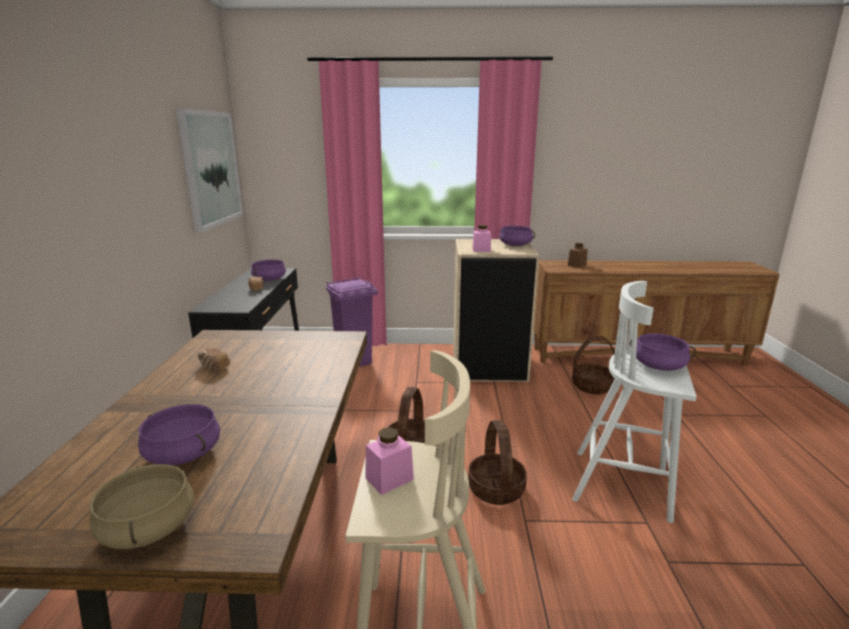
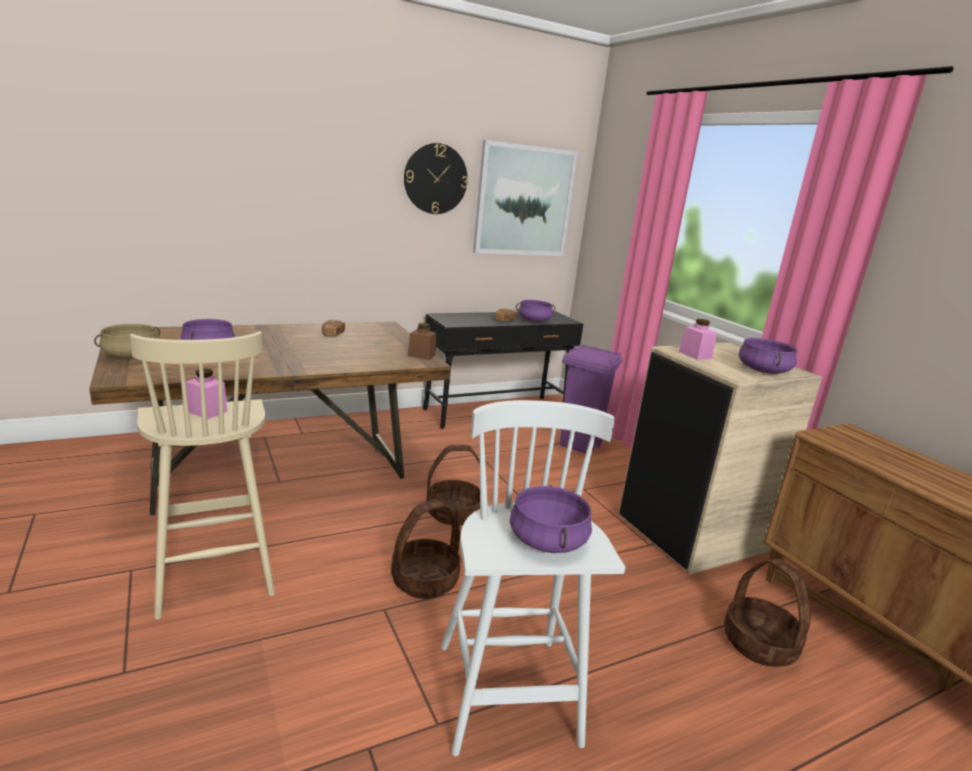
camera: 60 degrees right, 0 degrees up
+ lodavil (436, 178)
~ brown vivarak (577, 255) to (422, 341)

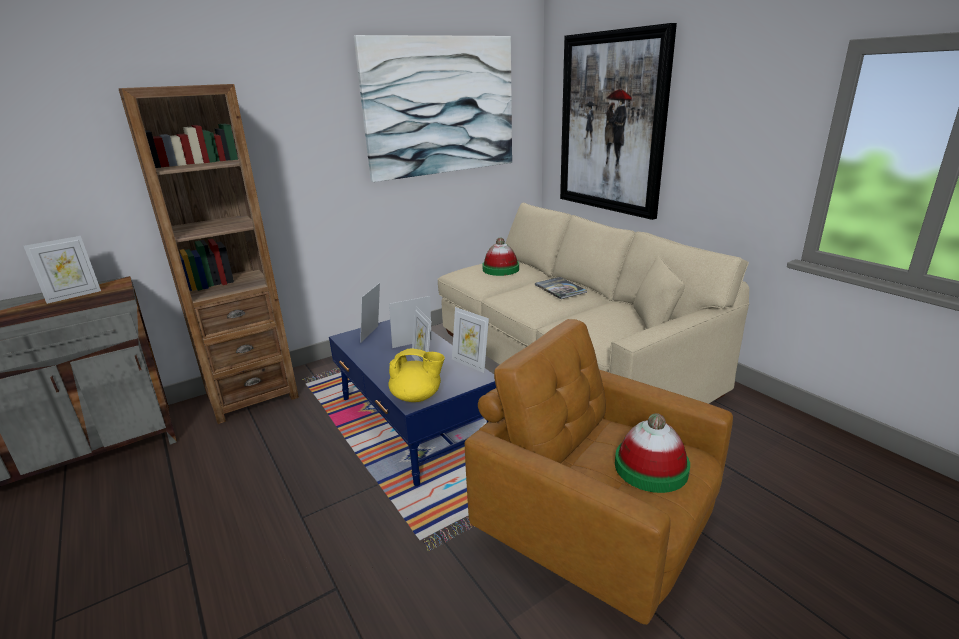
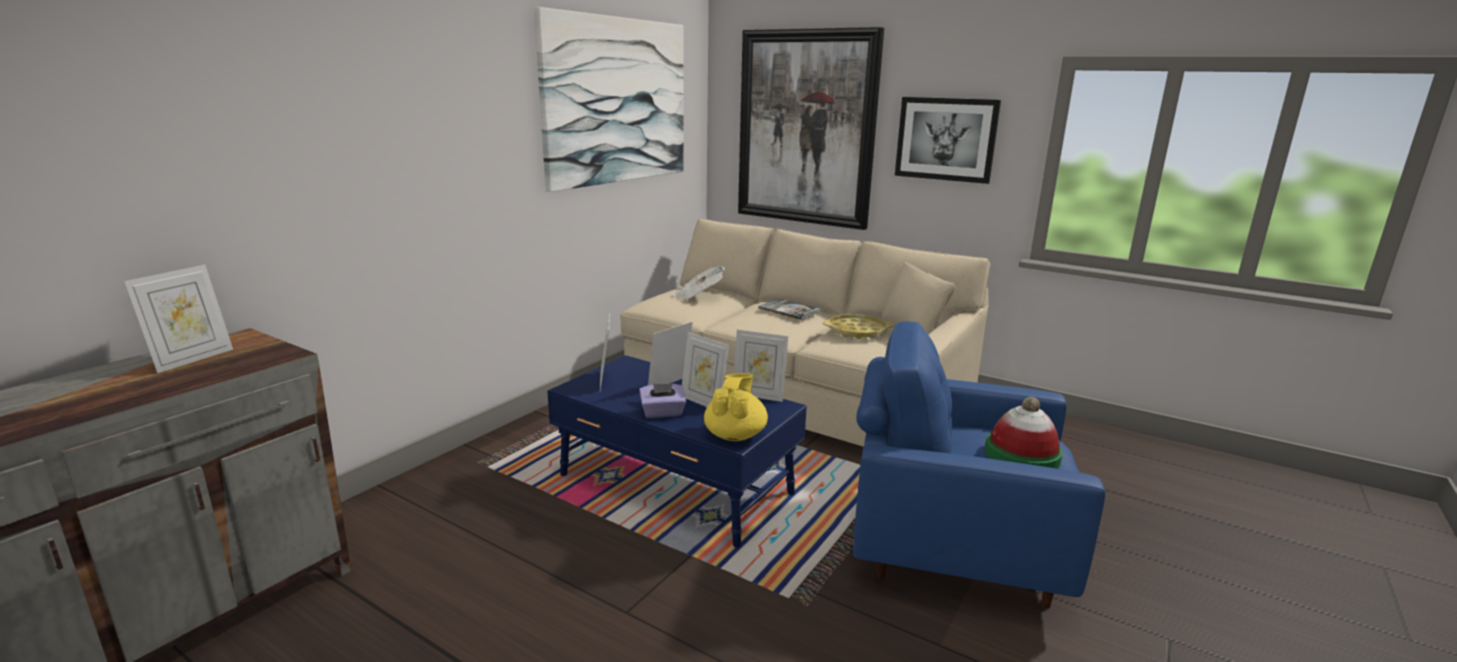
camera: 25 degrees left, 5 degrees down
+ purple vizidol (662, 400)
~ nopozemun (500, 256) to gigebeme (698, 283)
~ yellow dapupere (417, 375) = (736, 407) 60 degrees counterclockwise
+ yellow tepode (858, 326)
~ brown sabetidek (599, 472) to blue sabetidek (979, 465)
+ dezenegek (948, 140)
- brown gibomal (209, 254)

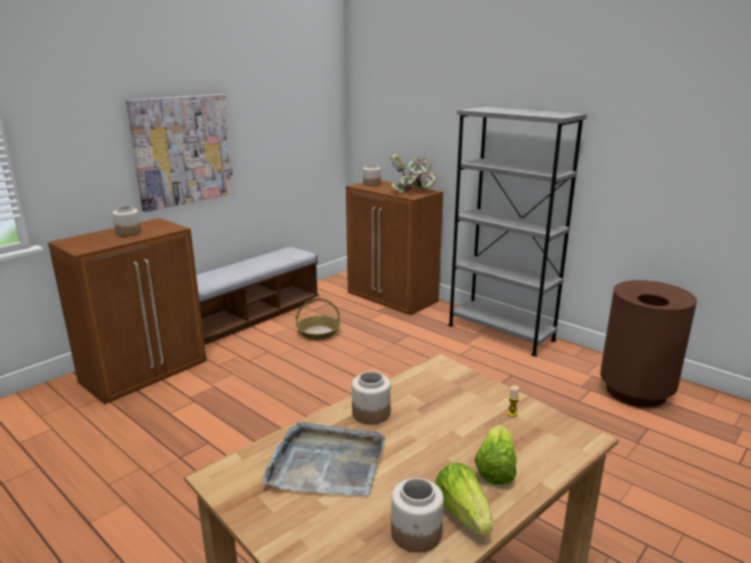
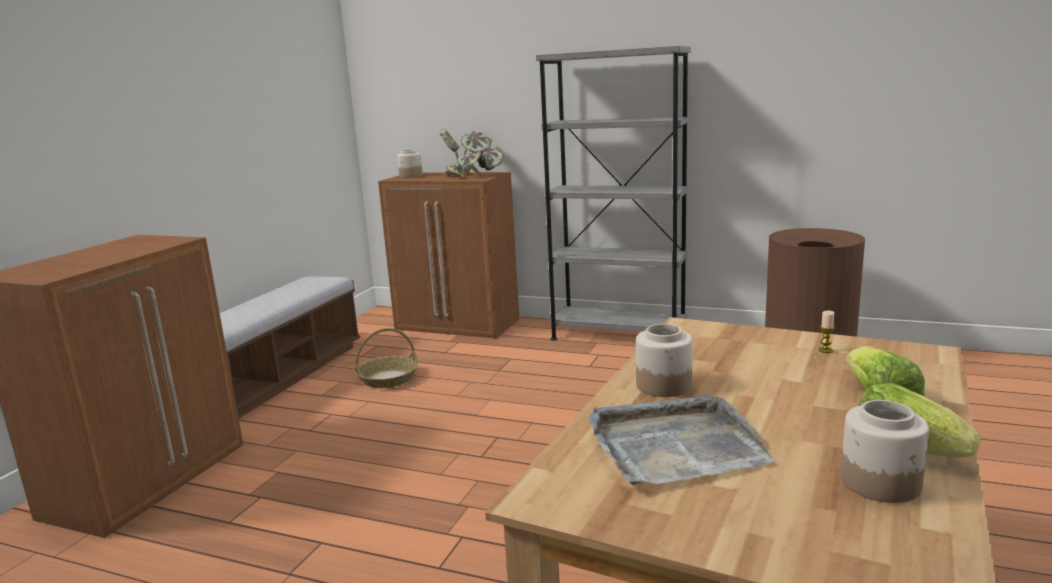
camera: 20 degrees left, 5 degrees down
- vivarak (126, 221)
- dezenegek (180, 153)

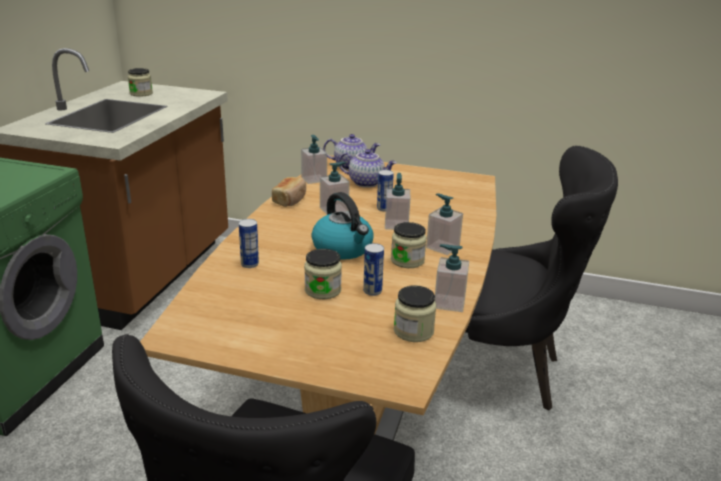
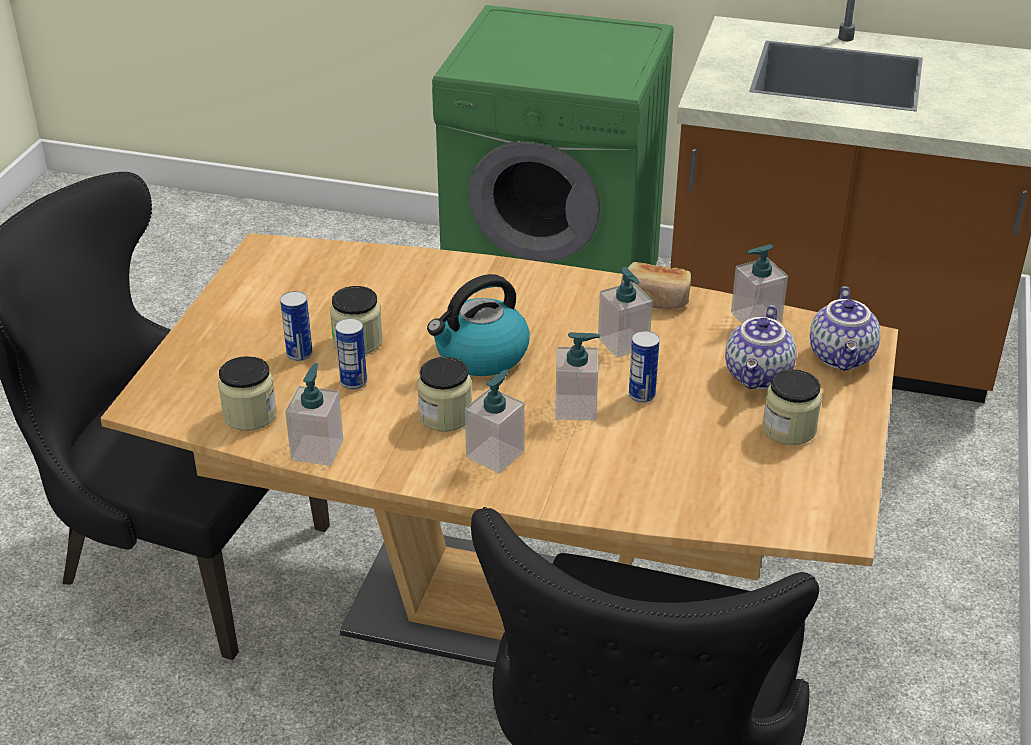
camera: 90 degrees right, 10 degrees up
~ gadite (249, 243) to (296, 326)
~ vivarak (140, 82) to (792, 407)

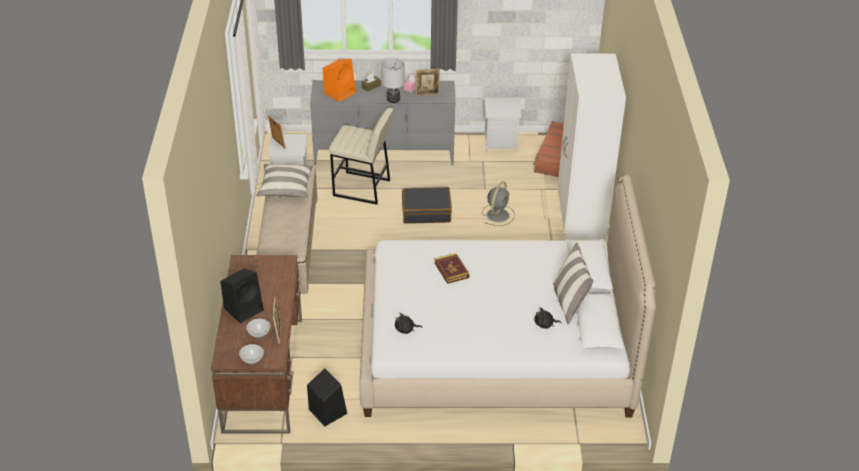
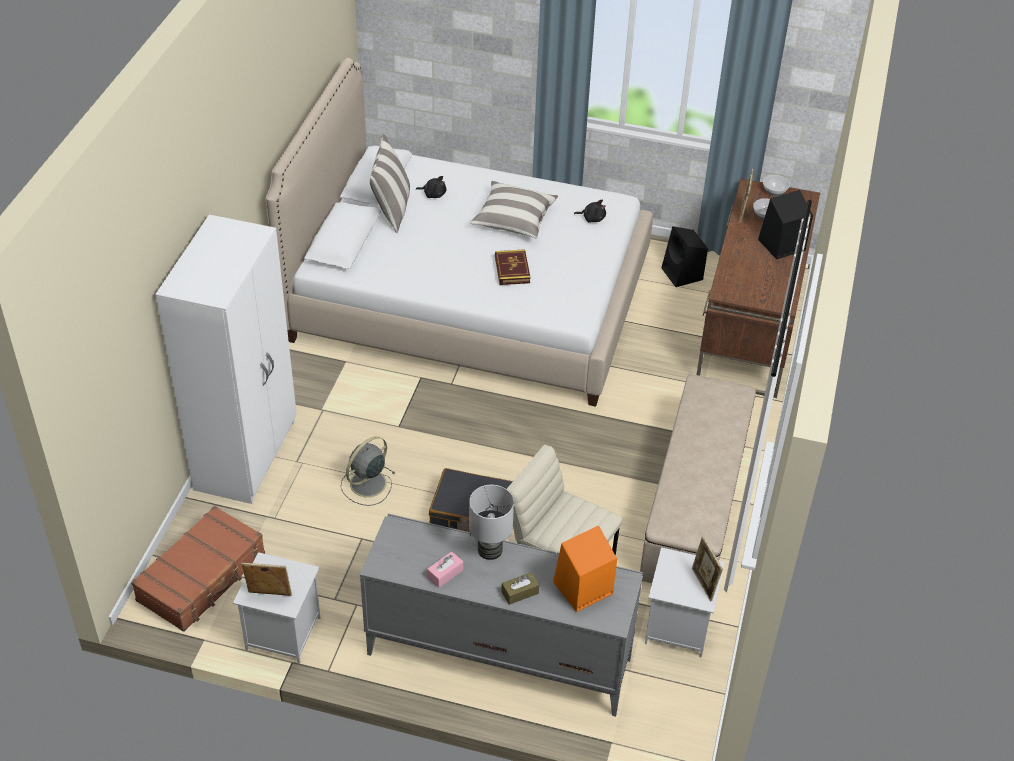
camera: 165 degrees left, 5 degrees up
~ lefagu (428, 82) to (266, 579)
~ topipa (284, 181) to (514, 210)

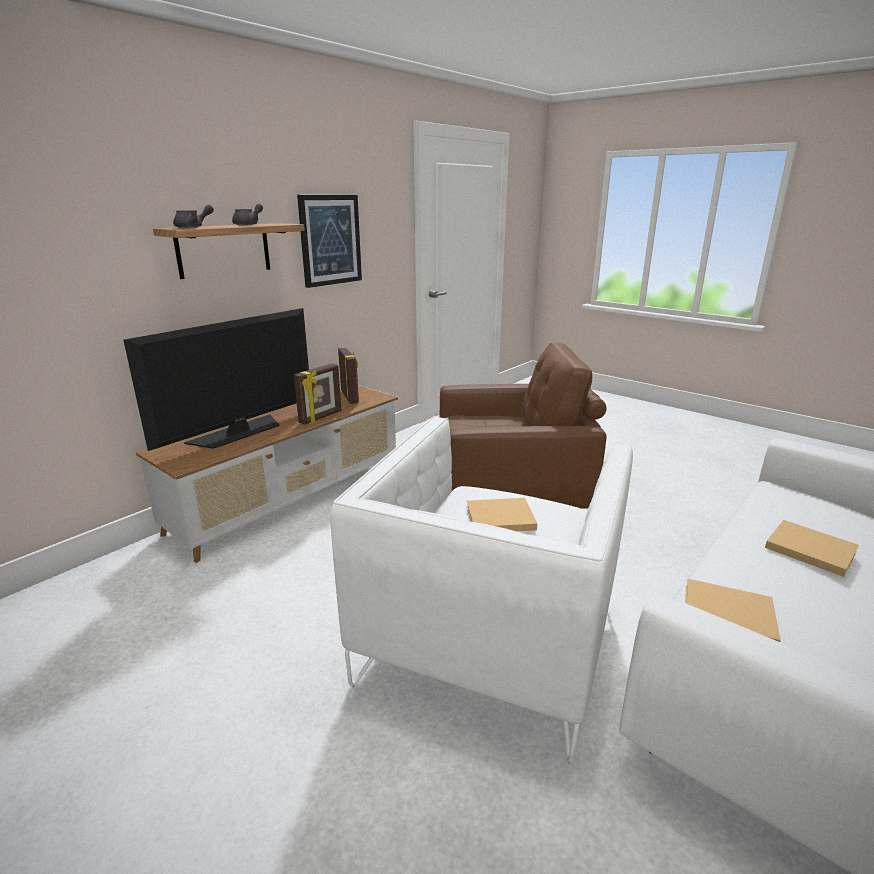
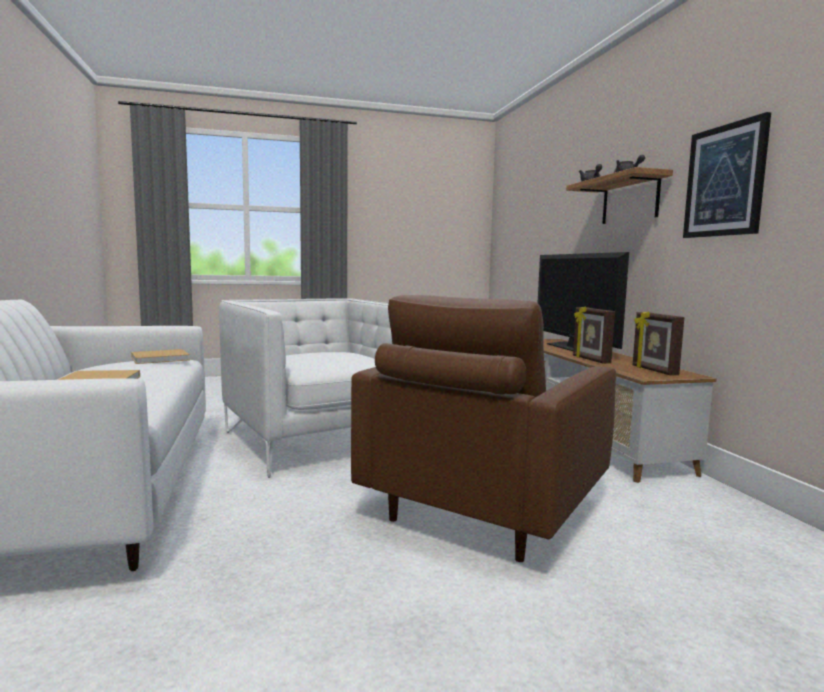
camera: 125 degrees right, 15 degrees down
~ lefagu (348, 376) = (658, 343) 60 degrees clockwise
- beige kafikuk (501, 514)

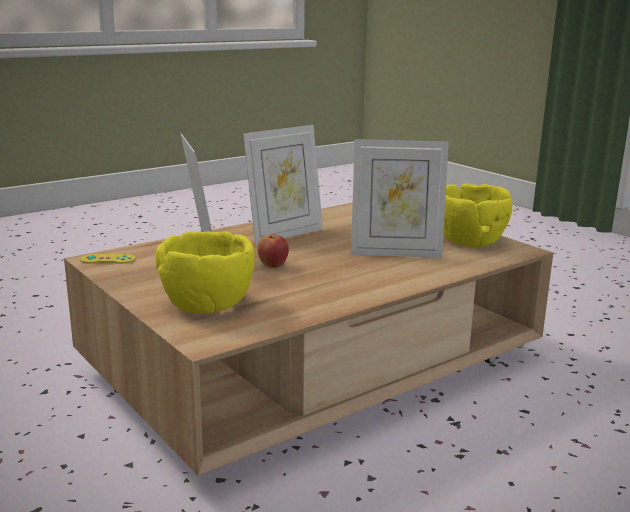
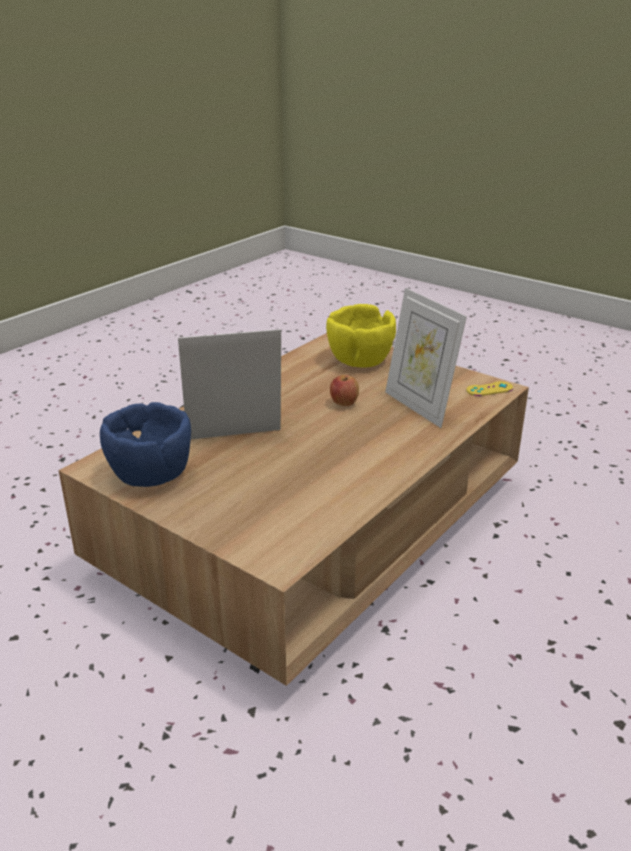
camera: 165 degrees right, 10 degrees up
~ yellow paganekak (477, 215) to blue paganekak (145, 444)
- lefagu (283, 185)

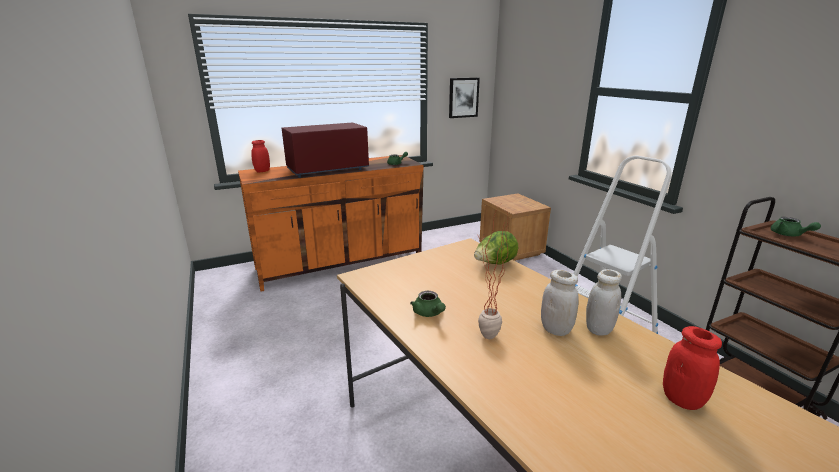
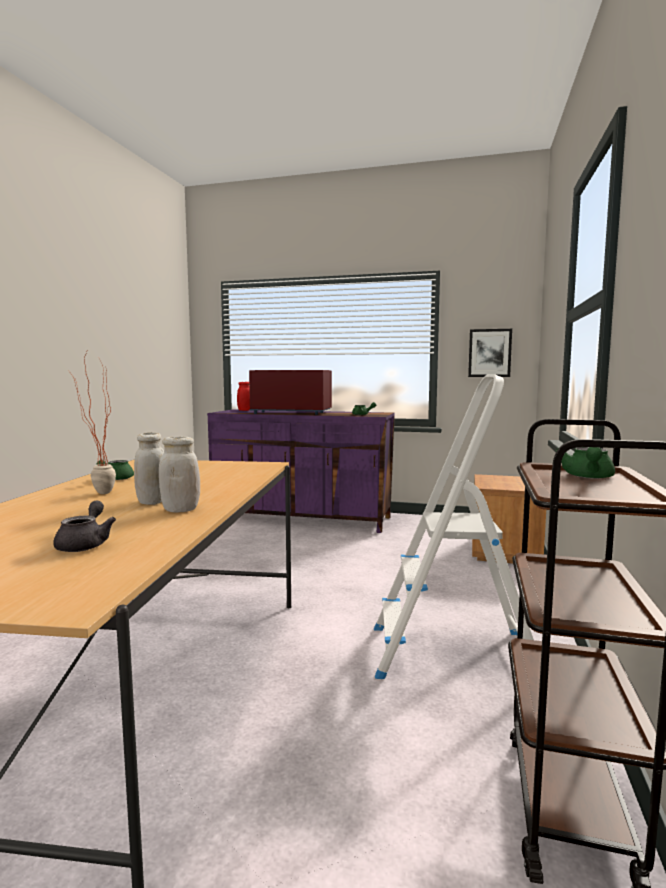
camera: 40 degrees right, 15 degrees down
~ red vivarak (692, 368) to grey dapupere (84, 526)
~ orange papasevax (331, 223) to purple papasevax (301, 471)
- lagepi (496, 248)

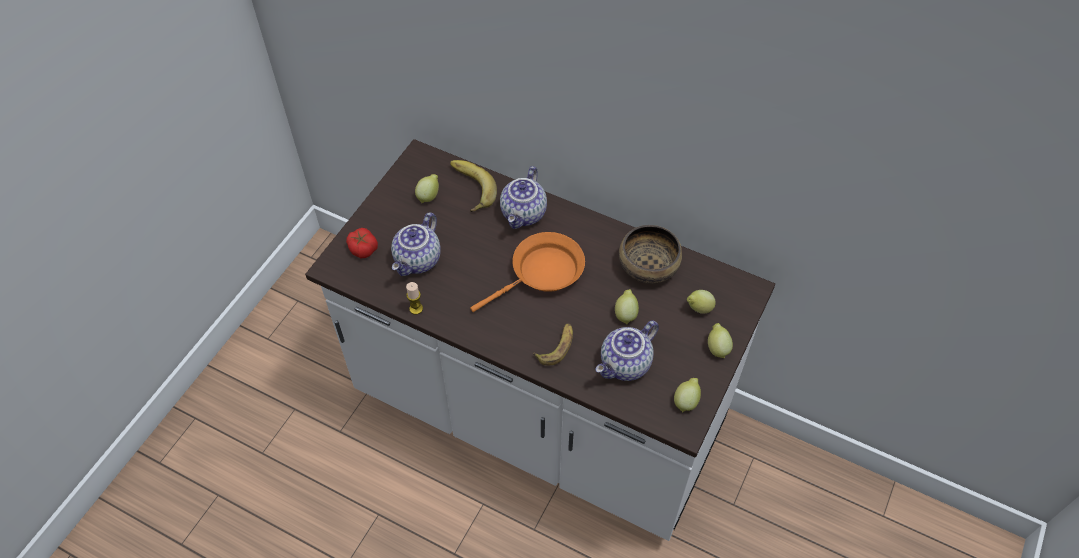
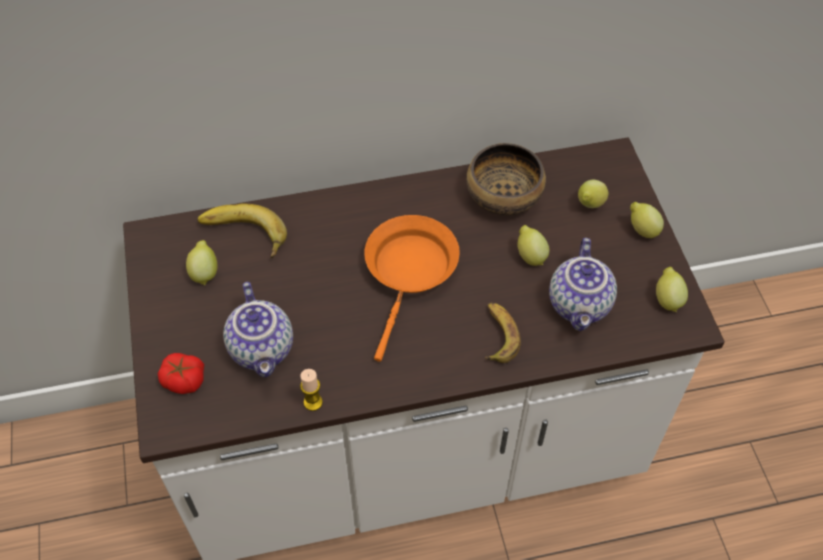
camera: 40 degrees left, 0 degrees up
- dapupere (523, 197)

